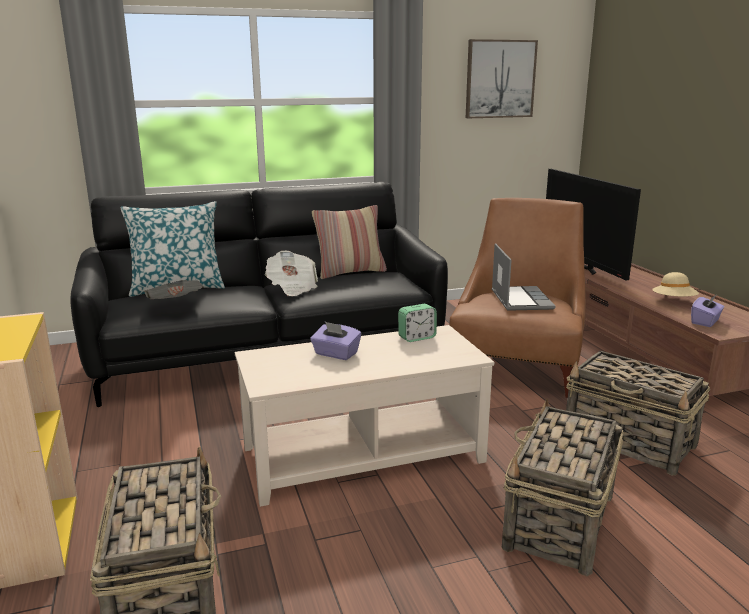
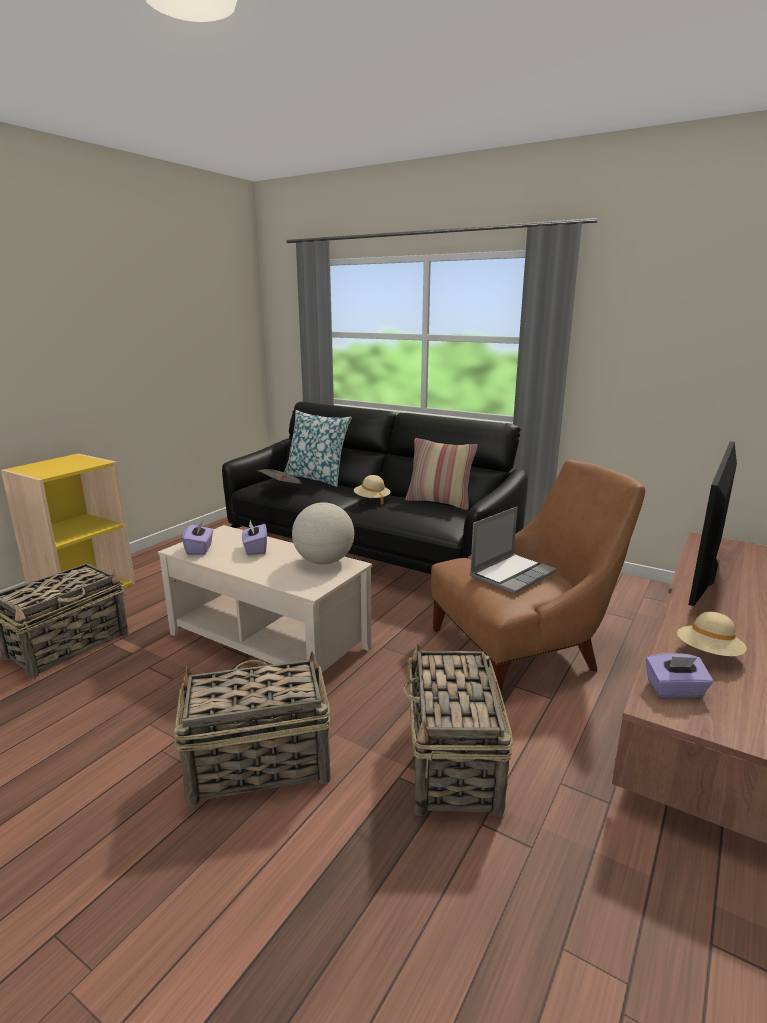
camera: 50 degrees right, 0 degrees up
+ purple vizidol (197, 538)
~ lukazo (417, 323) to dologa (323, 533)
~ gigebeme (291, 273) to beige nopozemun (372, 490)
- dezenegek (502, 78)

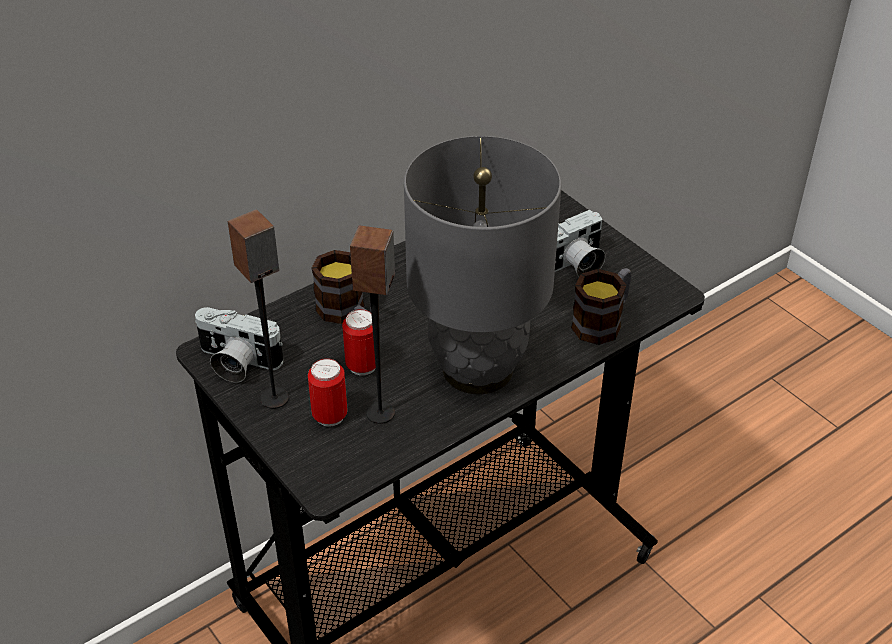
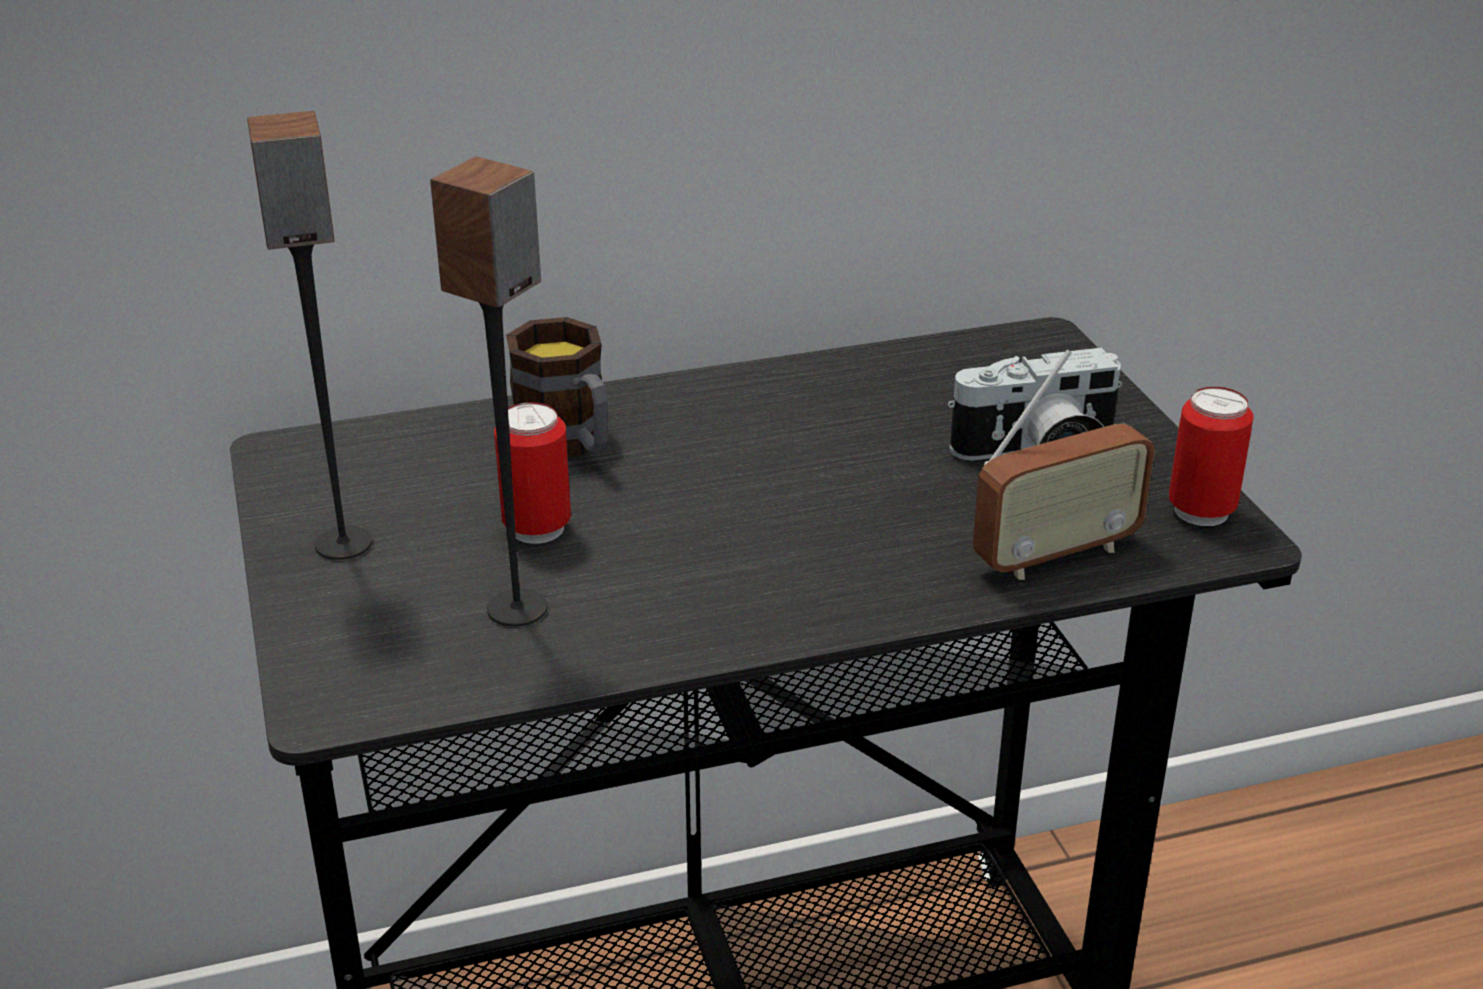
camera: 20 degrees right, 10 degrees down
~ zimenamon (601, 306) to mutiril (1064, 465)
~ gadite (328, 392) to (1211, 456)
- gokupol (239, 345)
- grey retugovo (483, 265)

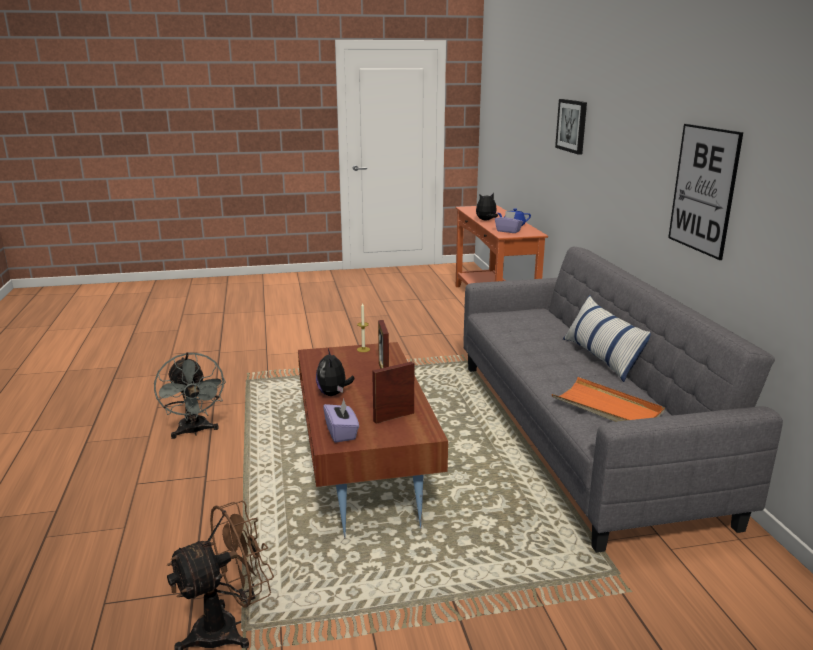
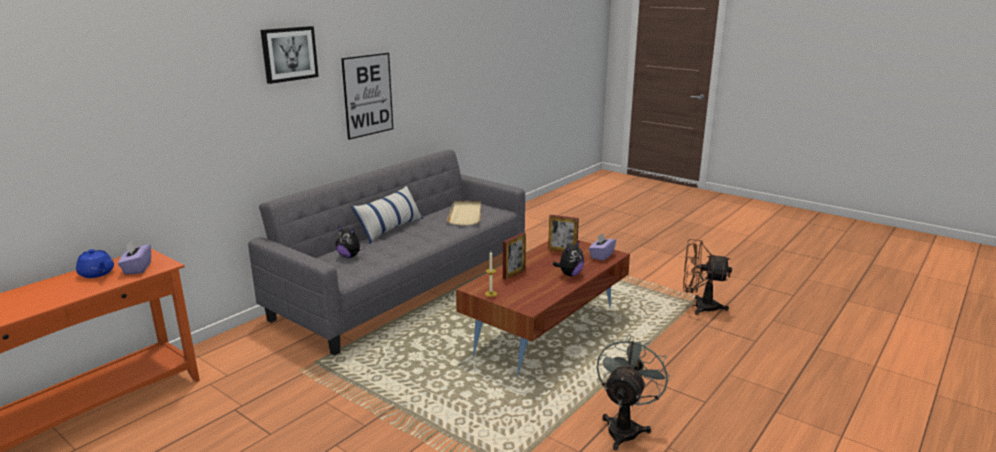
camera: 130 degrees left, 0 degrees up
~ dezenegek (571, 127) to (290, 55)
~ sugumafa (487, 206) to (350, 241)
~ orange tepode (608, 399) to beige tepode (464, 213)

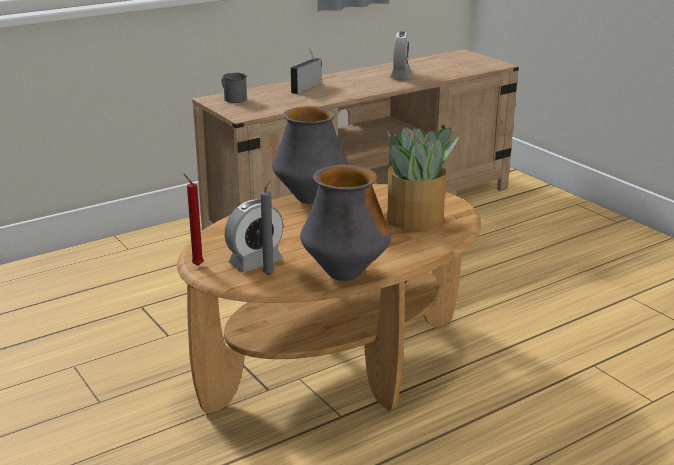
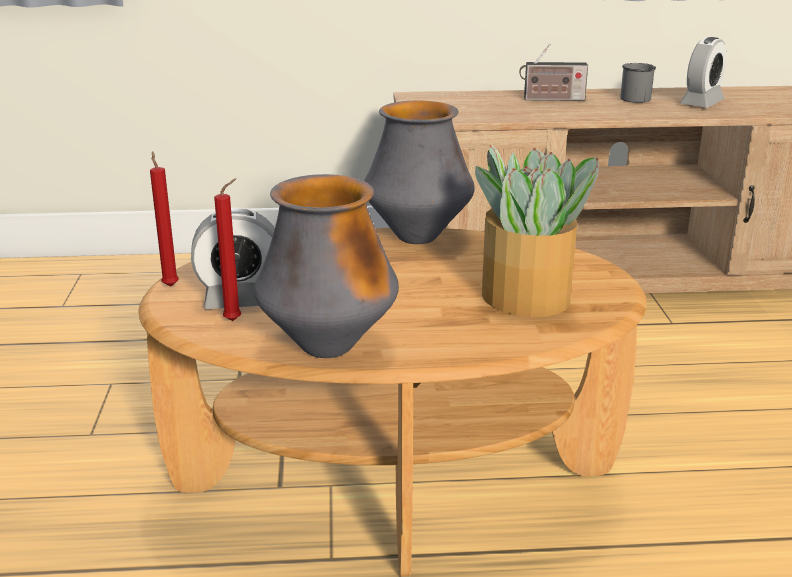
camera: 30 degrees right, 0 degrees up
~ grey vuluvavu (267, 227) to red vuluvavu (227, 249)
~ mutiril (306, 71) = (553, 72) 150 degrees counterclockwise
~ grey zimenamon (234, 88) to (638, 83)

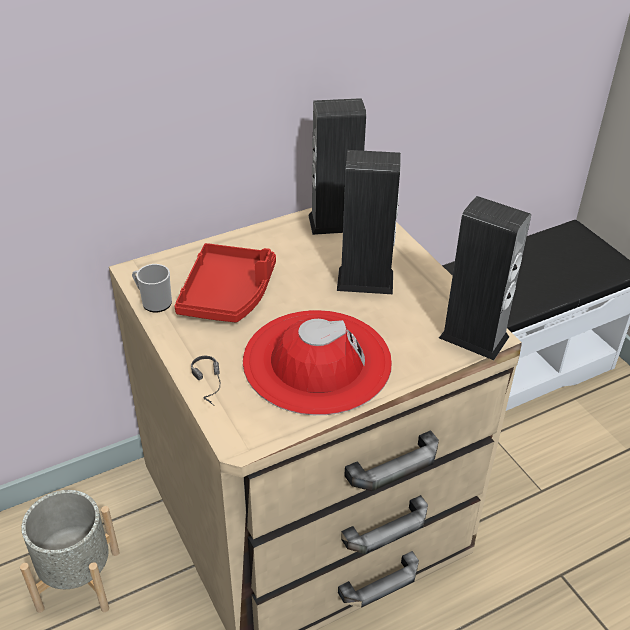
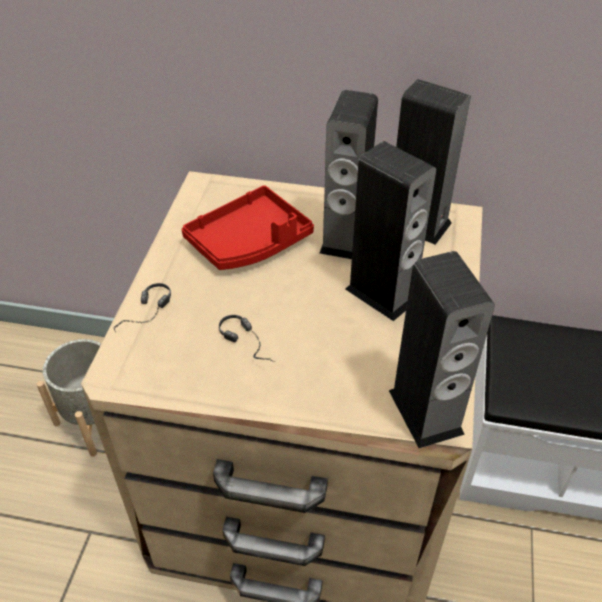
camera: 40 degrees right, 5 degrees up
~ red nopozemun (317, 362) to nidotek (247, 338)
+ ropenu (349, 174)
- zimenamon (152, 288)

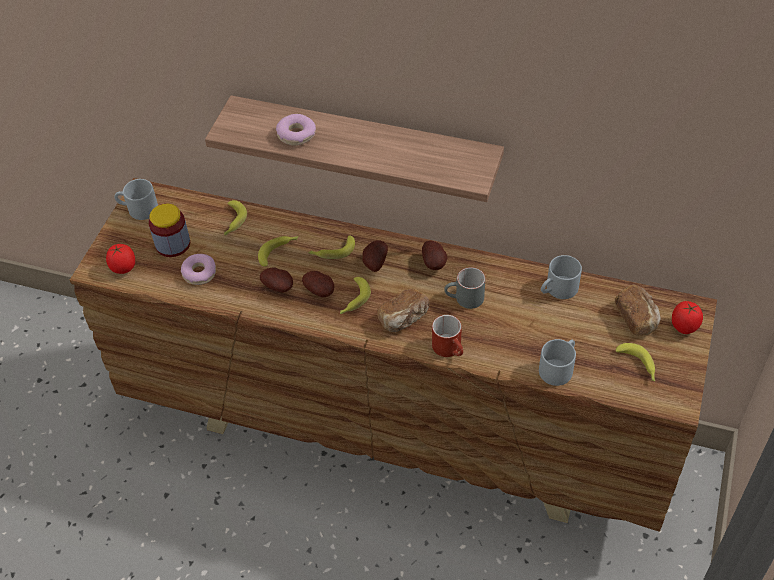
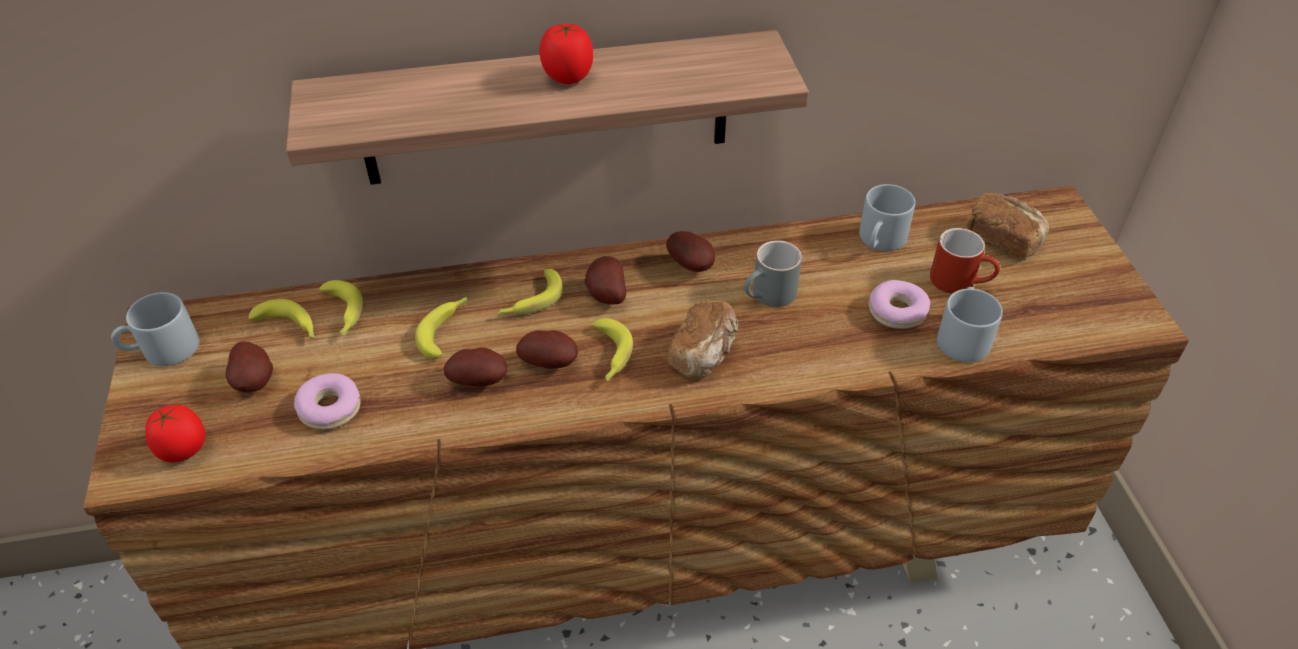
camera: 30 degrees left, 5 degrees down
~ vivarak (169, 230) to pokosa (249, 366)
~ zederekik (635, 362) to (282, 319)
~ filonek (687, 317) to (566, 53)
~ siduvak (296, 130) to (899, 304)
~ red zimenamon (447, 336) to (965, 261)

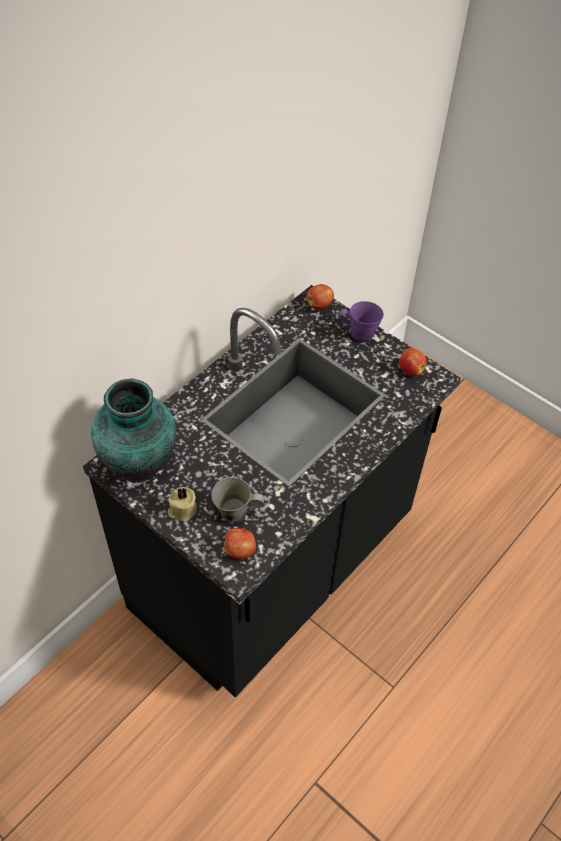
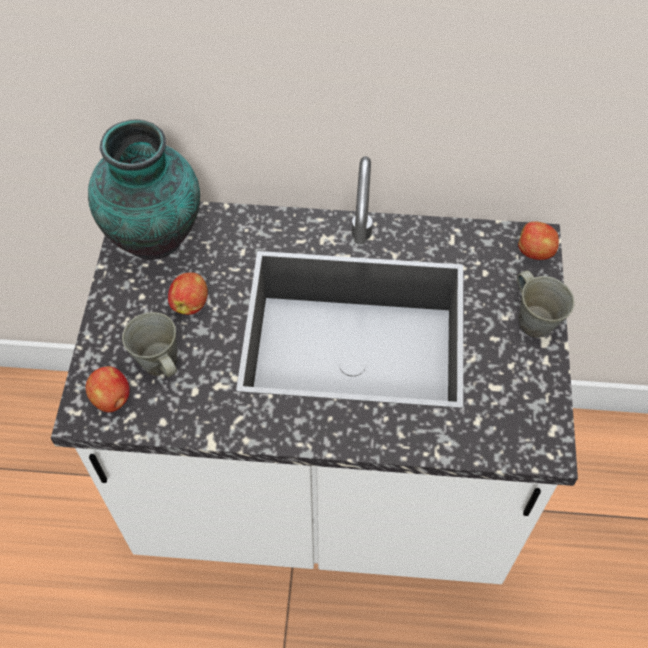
camera: 55 degrees right, 5 degrees up
~ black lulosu (272, 491) to white lulosu (314, 370)
~ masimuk (413, 362) to (188, 293)
~ purple zimenamon (361, 321) to grey zimenamon (546, 304)
- beige vuluvavu (182, 504)

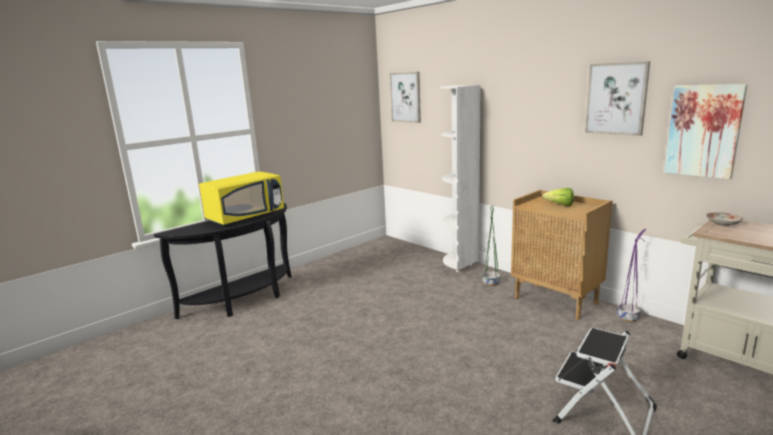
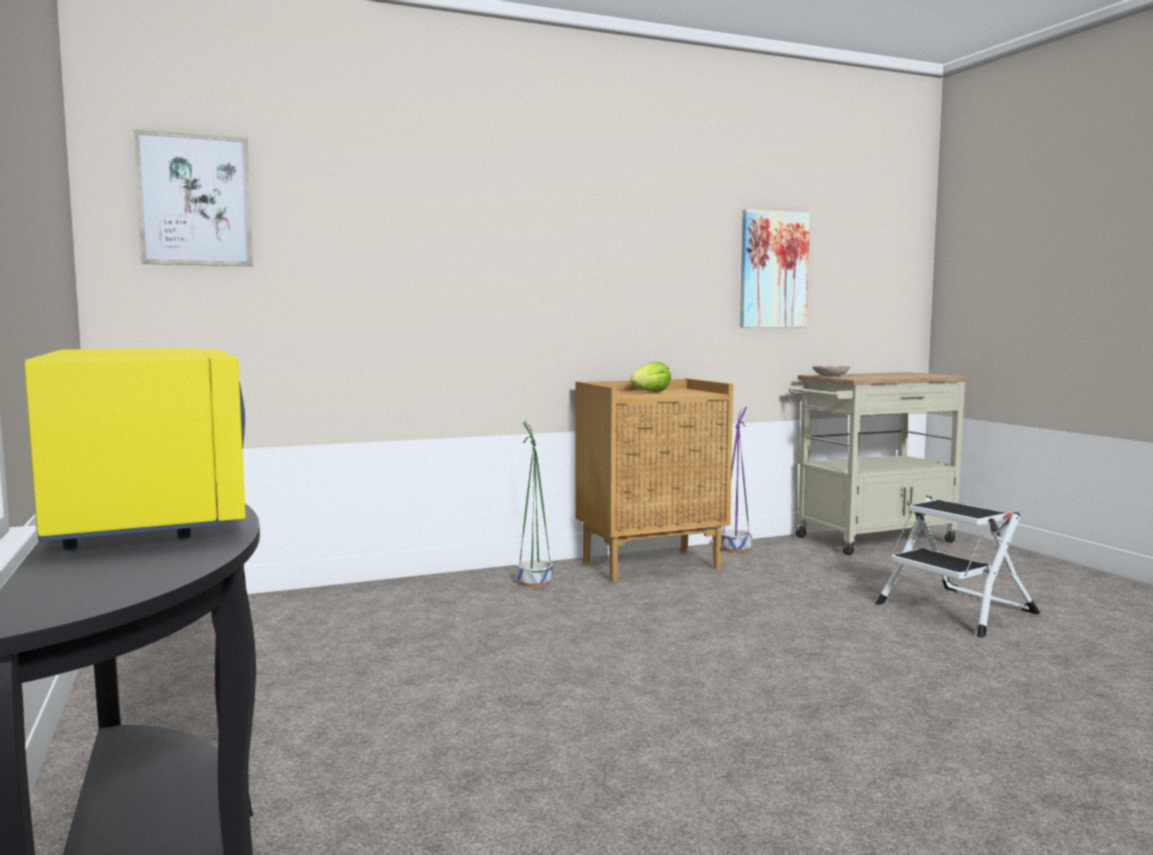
camera: 70 degrees left, 10 degrees down
- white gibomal (460, 178)
- dezenegek (617, 98)

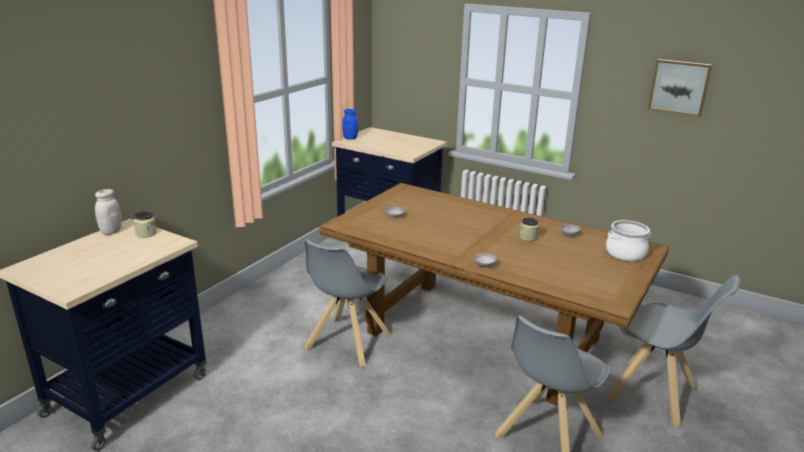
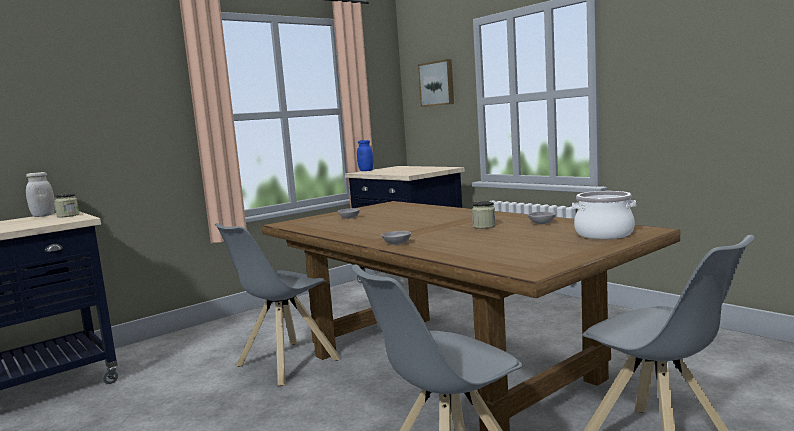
camera: 20 degrees right, 15 degrees down
~ dezenegek (680, 88) to (436, 83)

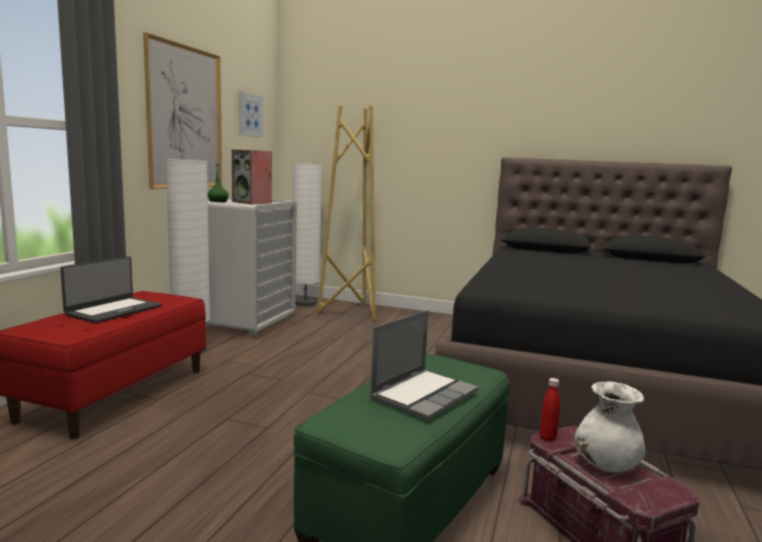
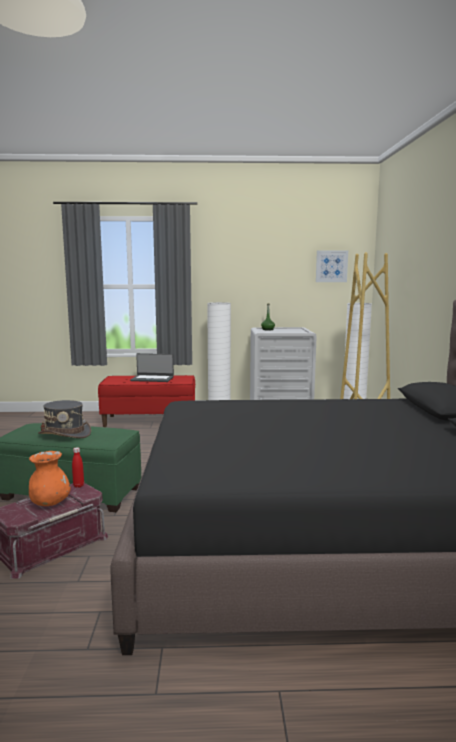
camera: 70 degrees right, 0 degrees up
~ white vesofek (610, 426) to orange vesofek (50, 478)
~ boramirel (424, 365) to grey nopozemun (64, 419)
- dezenegek (182, 110)
- ropenu (252, 177)

